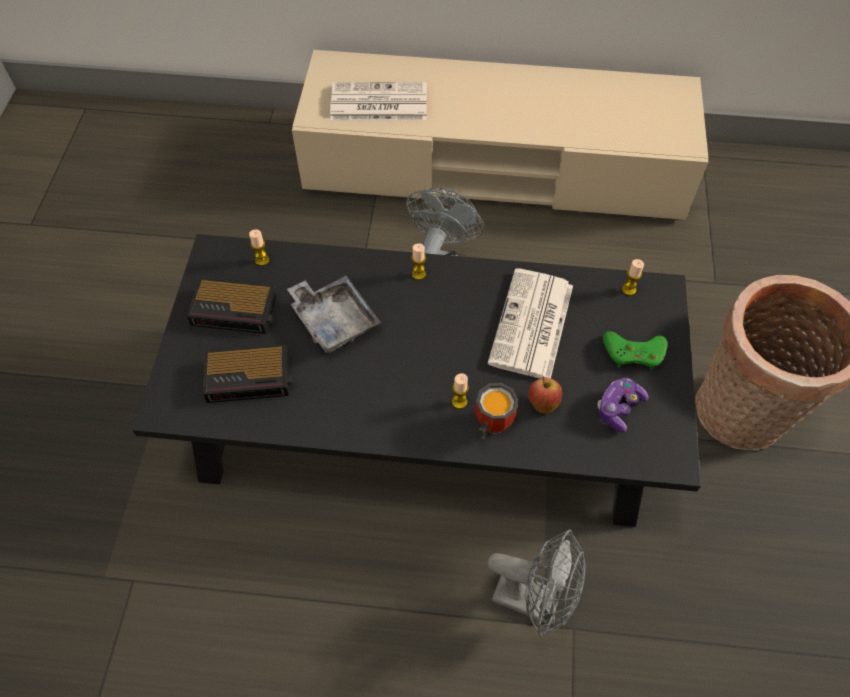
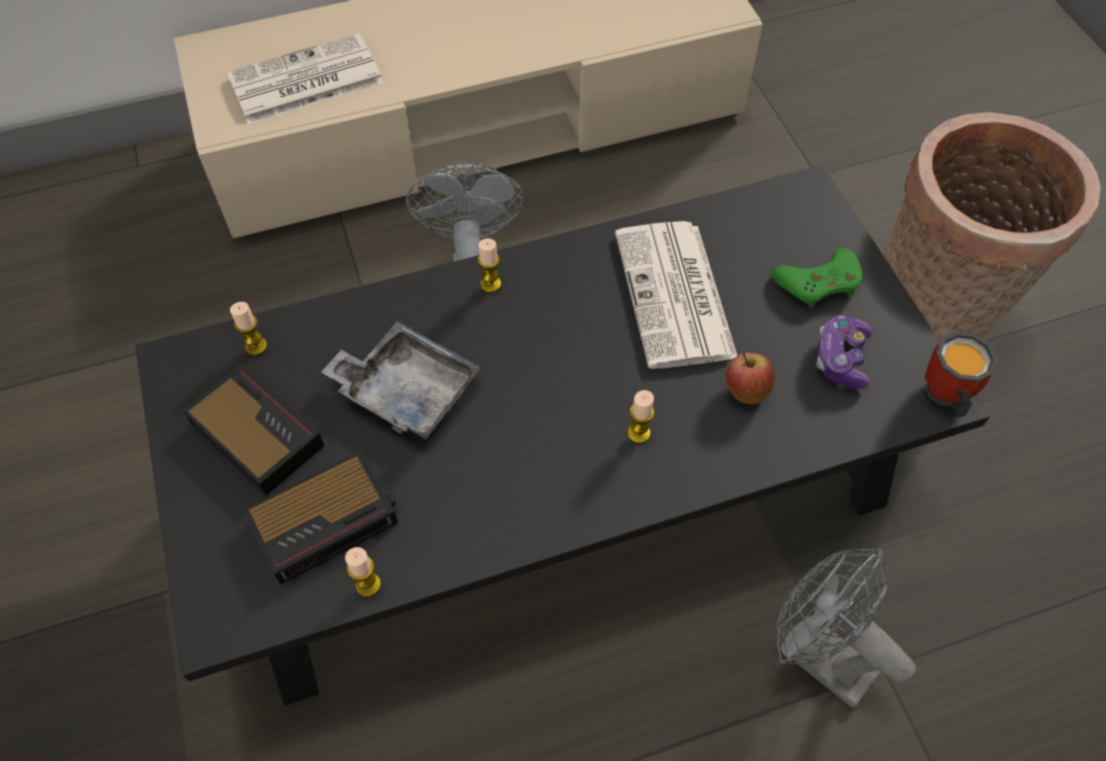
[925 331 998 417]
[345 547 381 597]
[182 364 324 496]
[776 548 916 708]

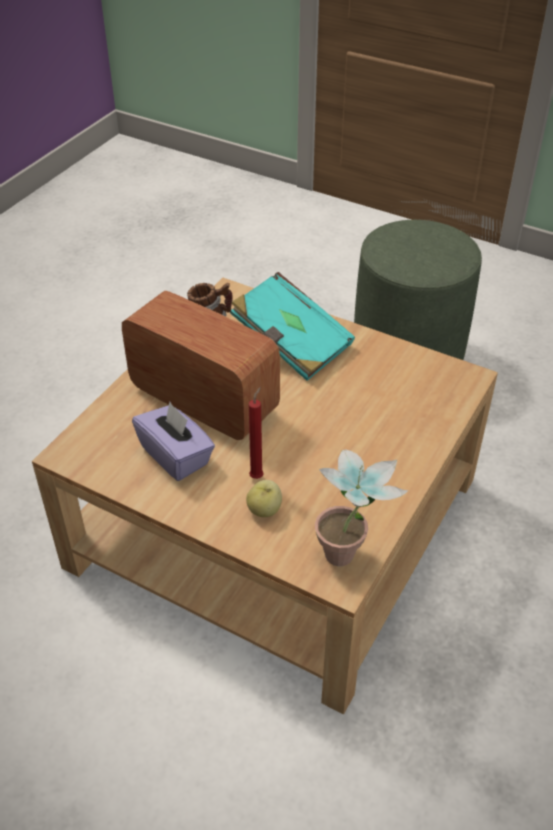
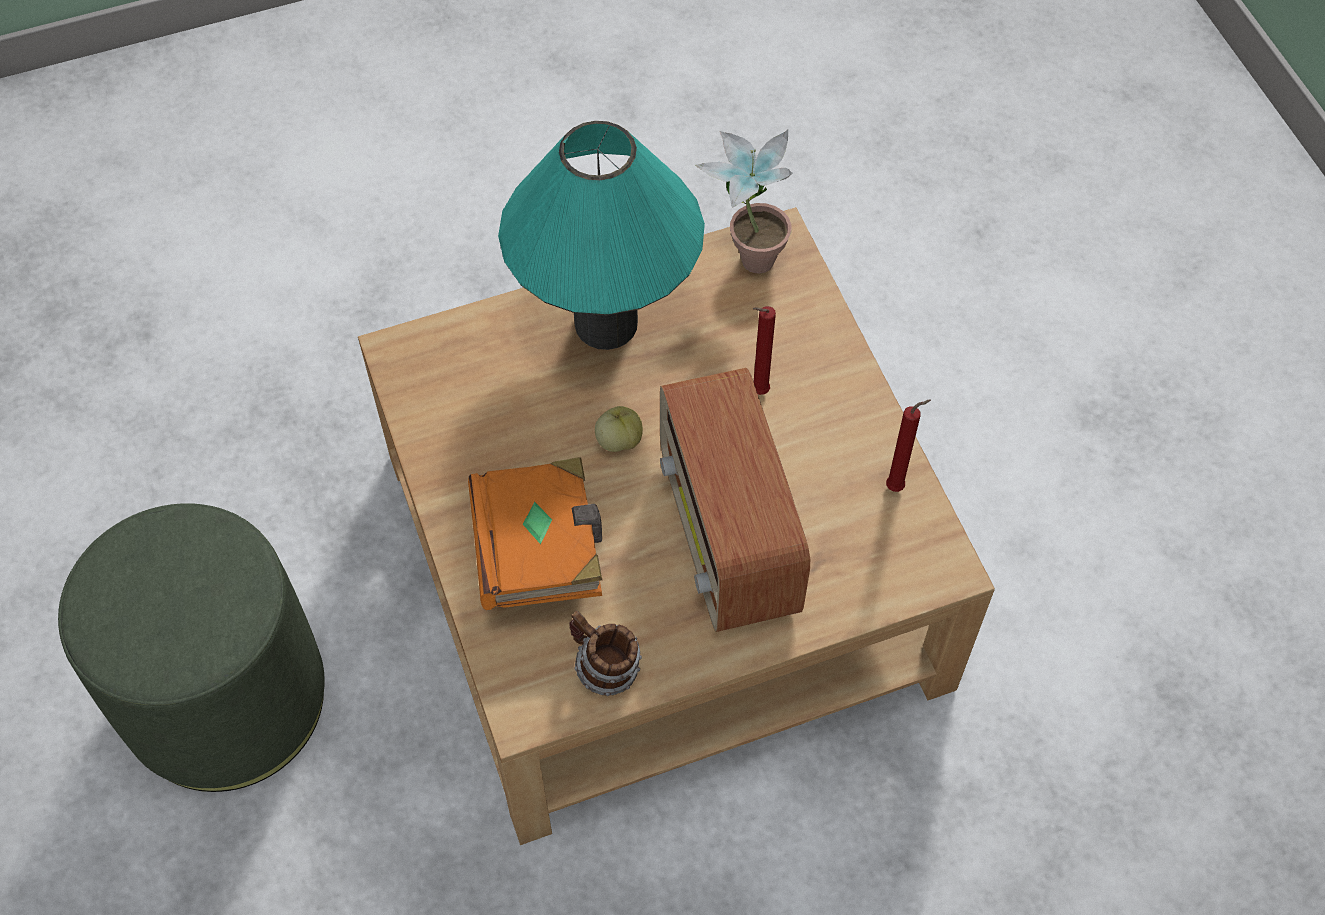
[132 402 215 481] (first image)
[498 121 705 350]
[886 399 931 492]
[595 406 643 452]
[468 457 602 610]

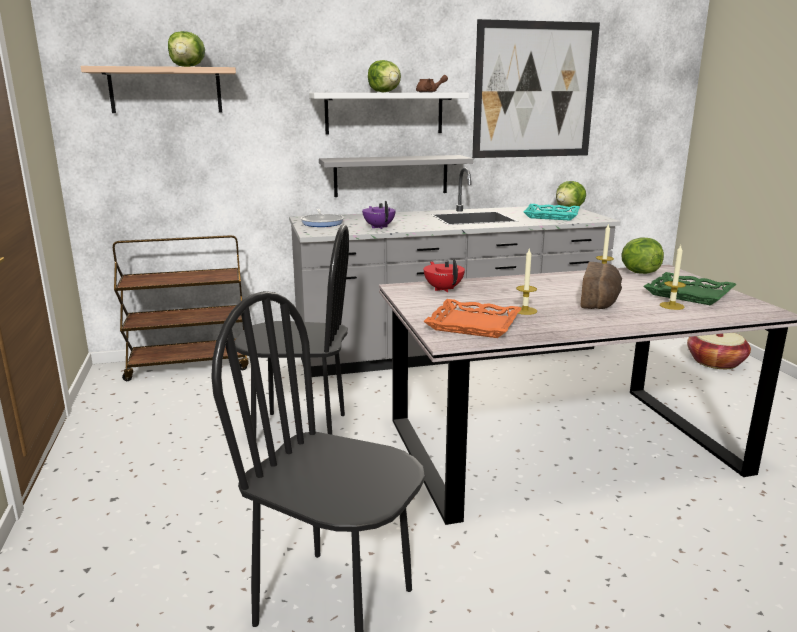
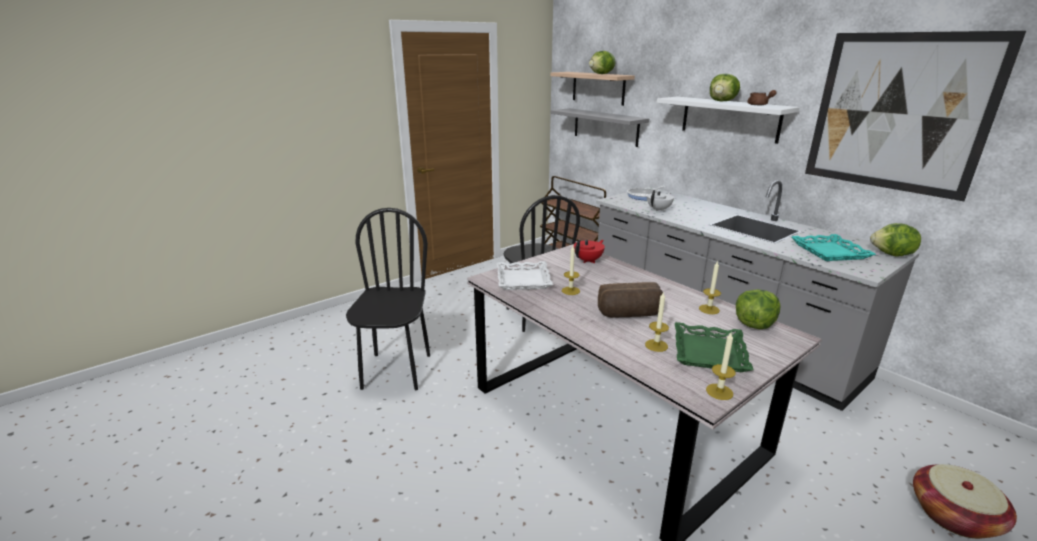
[706 333 736 400]
[551 108 649 147]
[647 190 674 212]
[497 261 553 290]

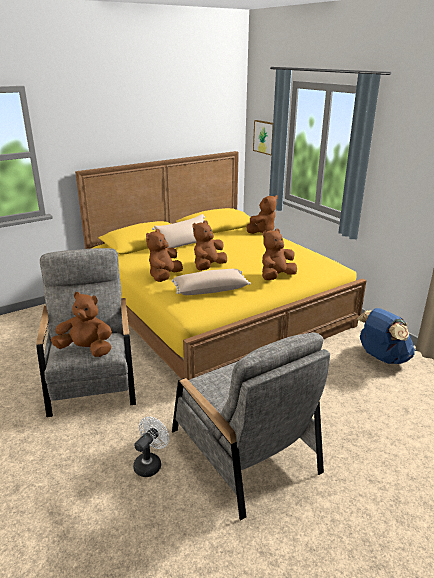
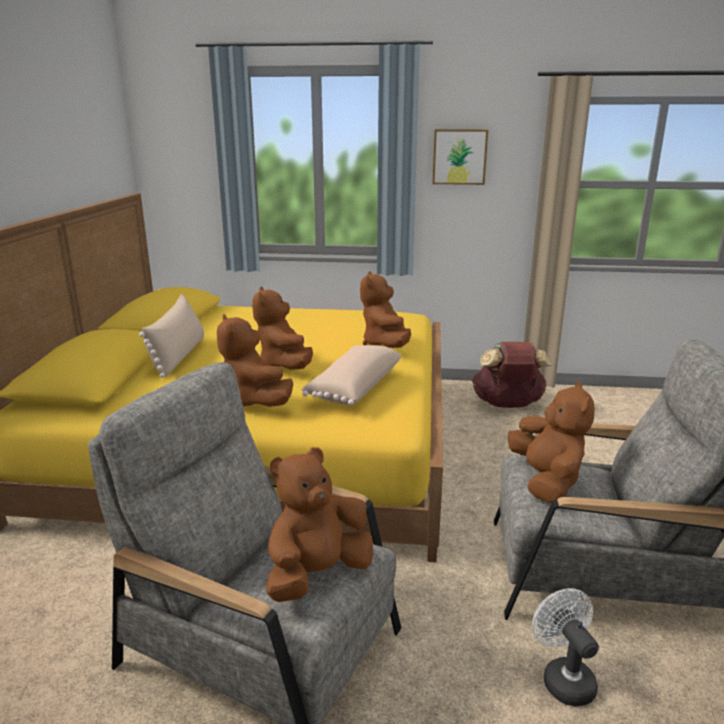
[508 381 595 503]
[433 129 488 185]
[472 342 552 408]

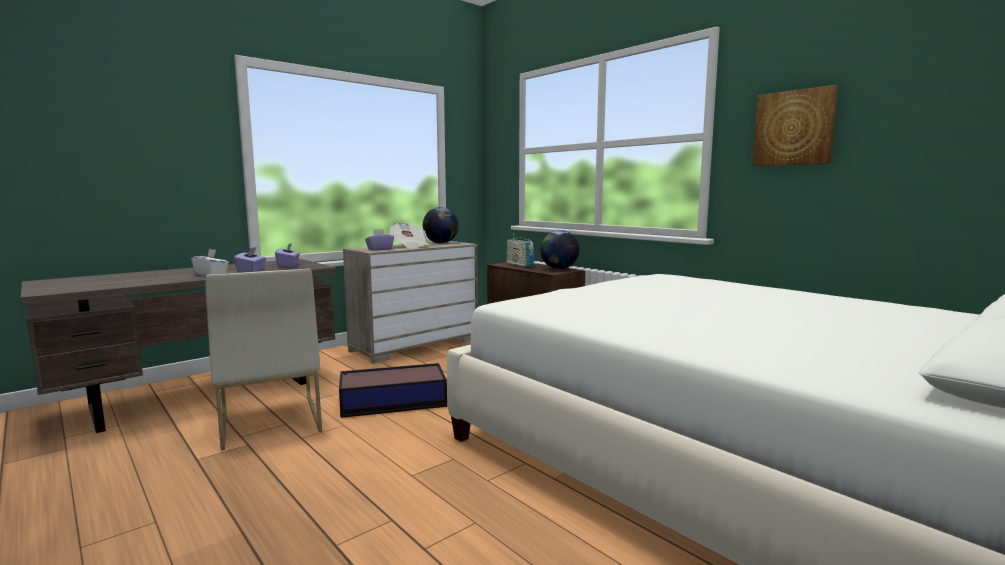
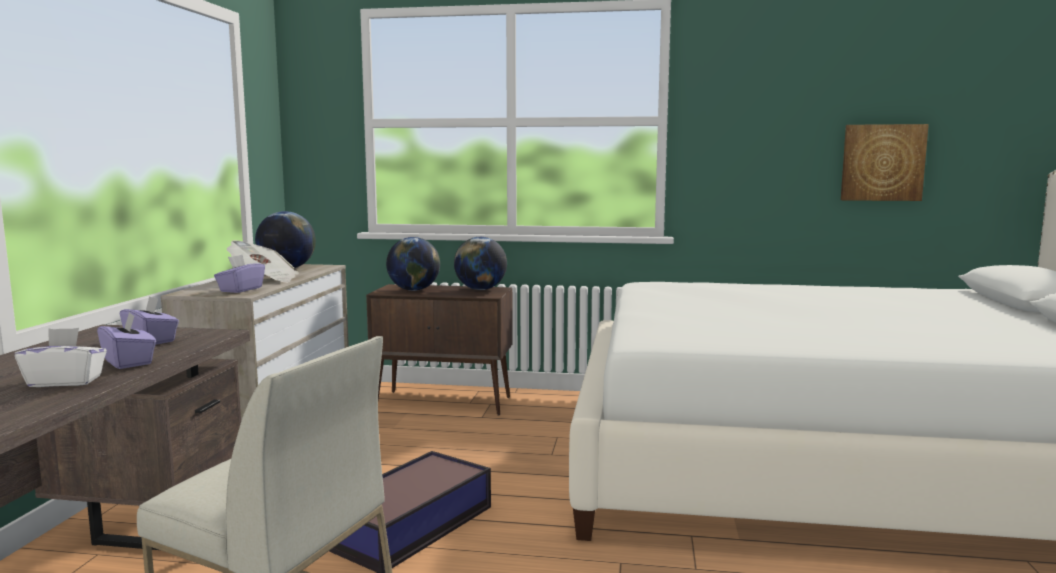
[841 124 929 201]
[386 237 440 291]

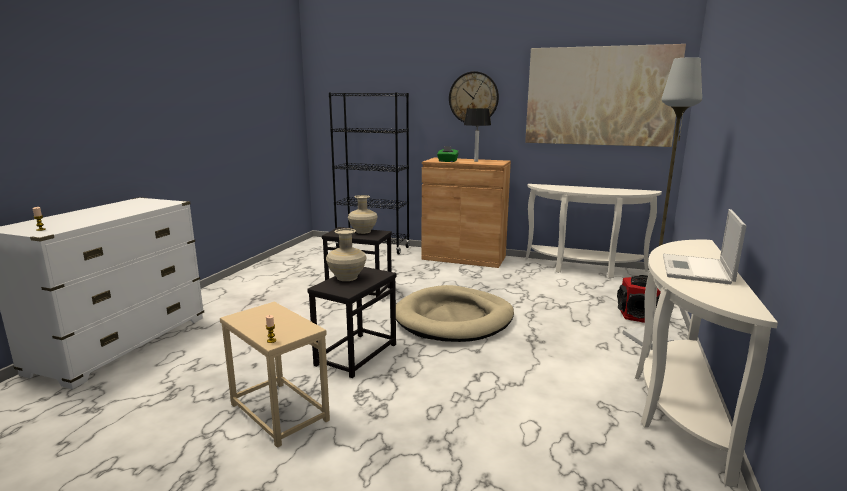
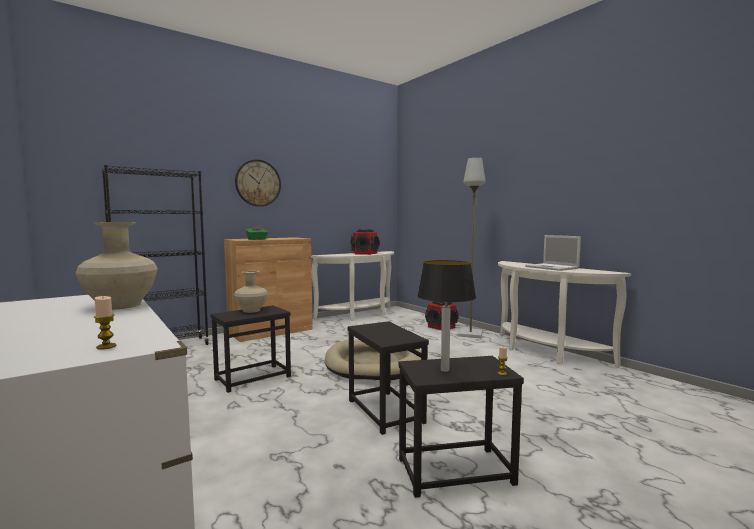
[525 44 686 147] (first image)
[351 229 380 255]
[76 222 158 310]
[417 260 476 372]
[398 356 524 498]

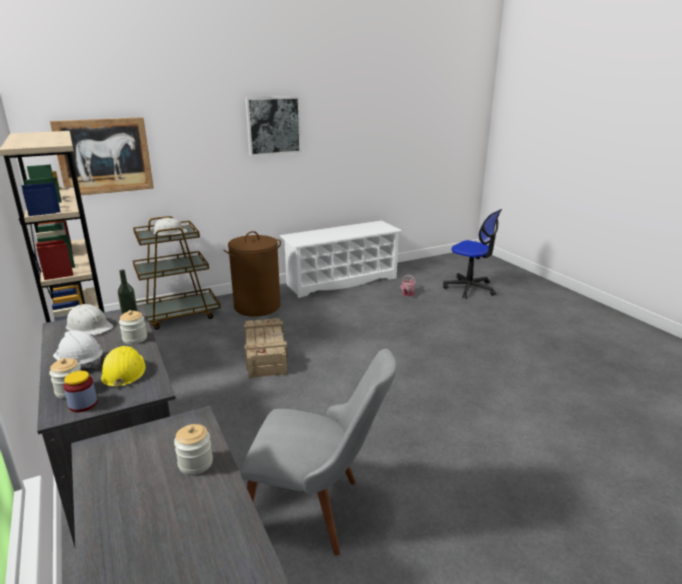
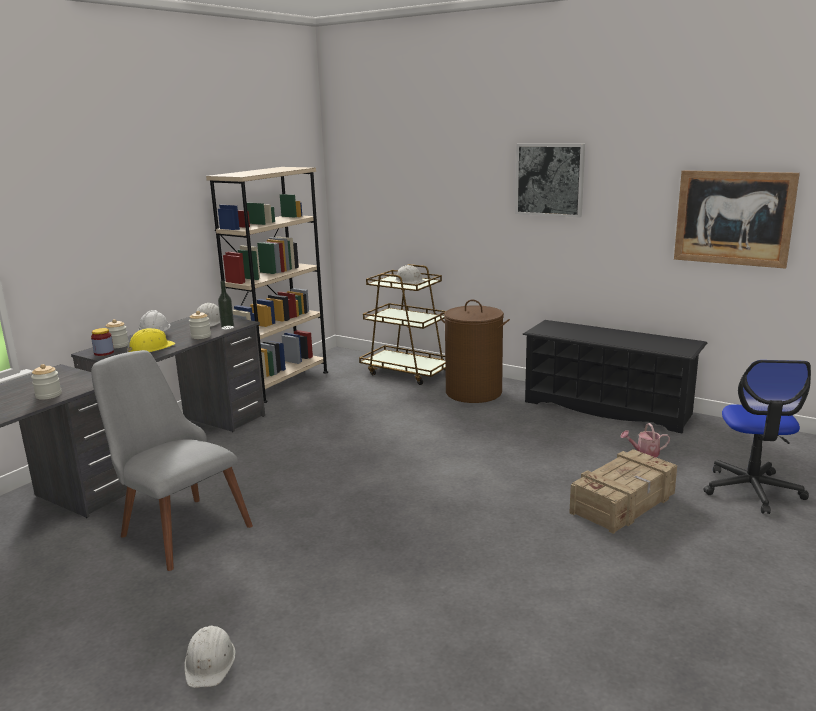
[184 626 236 688]
[674 171 800 269]
[569 449 677 534]
[522 320 707 434]
[91 350 253 571]

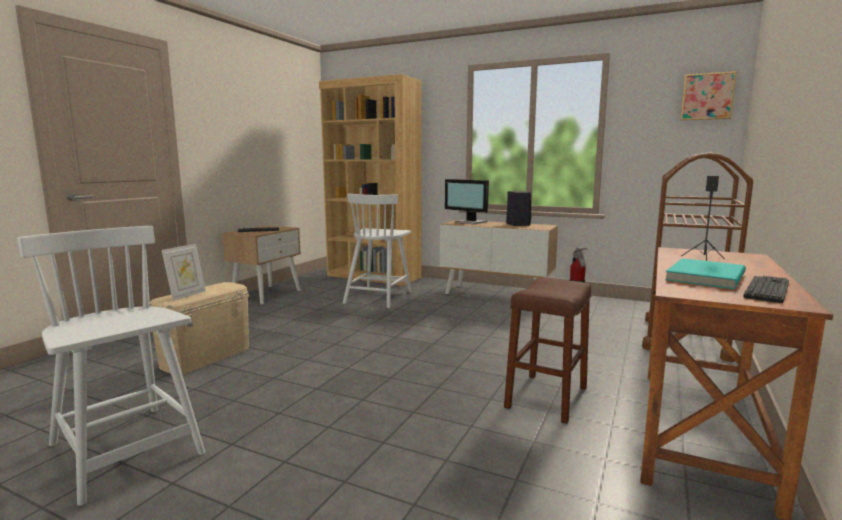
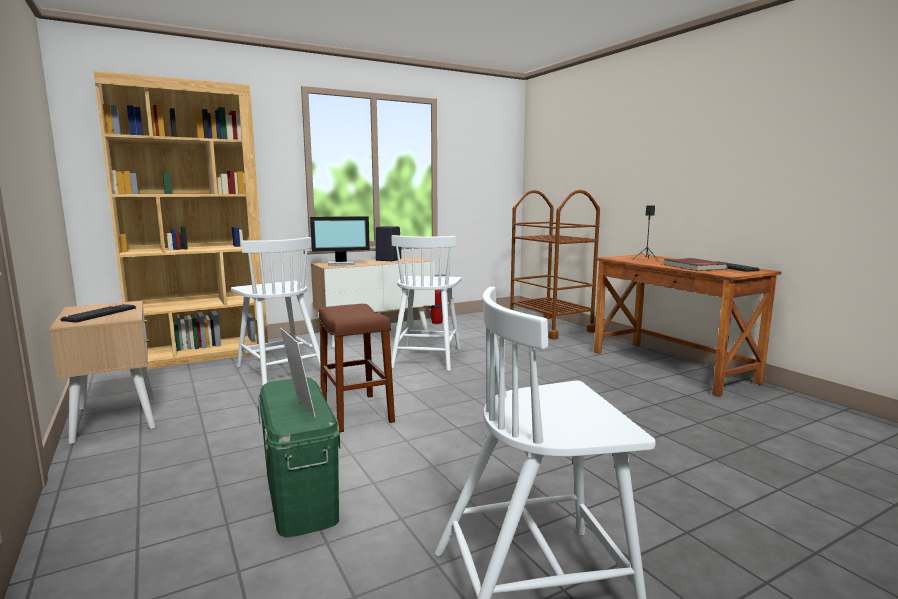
[681 71 737 120] (first image)
[391 235 462 371]
[318 304 395 432]
[258 377 340 538]
[663 258 728 271]

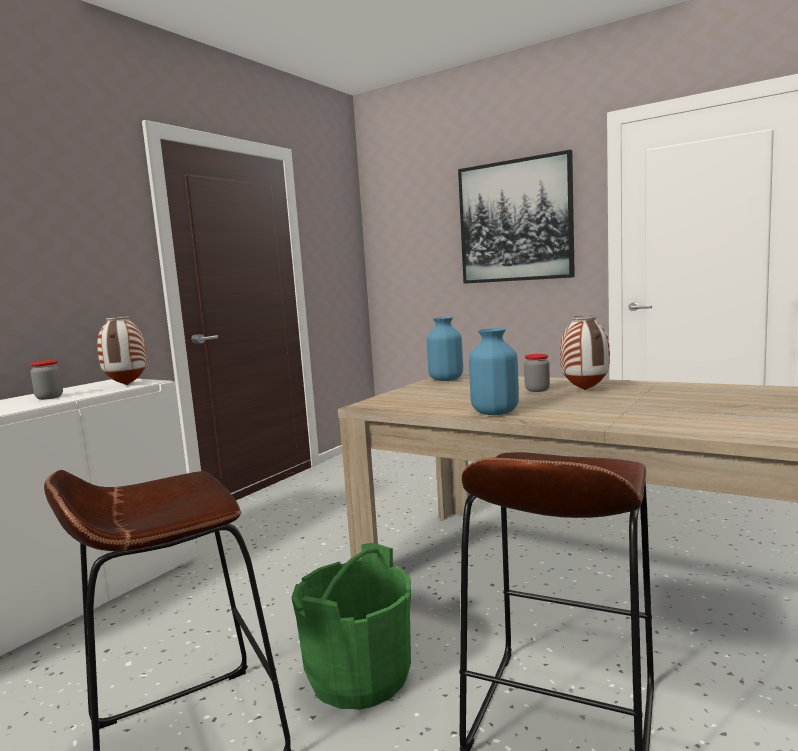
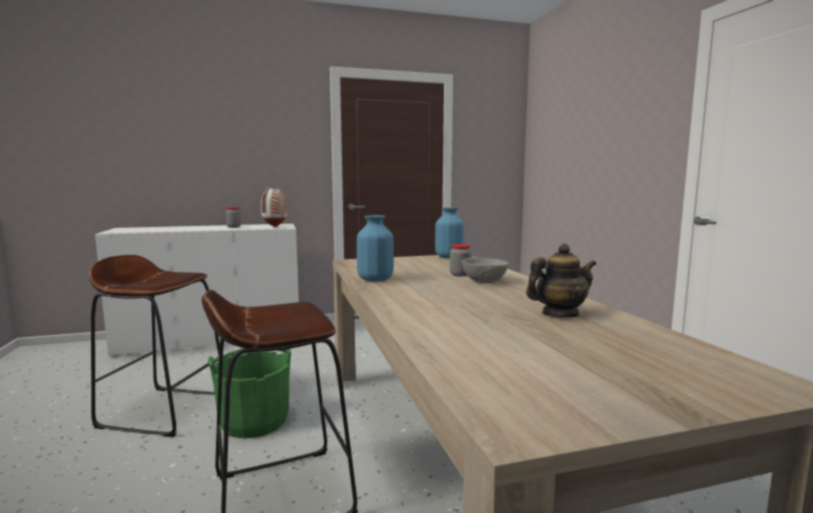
[458 150 575 284] (first image)
[526 243 596 318]
[461 258 509 283]

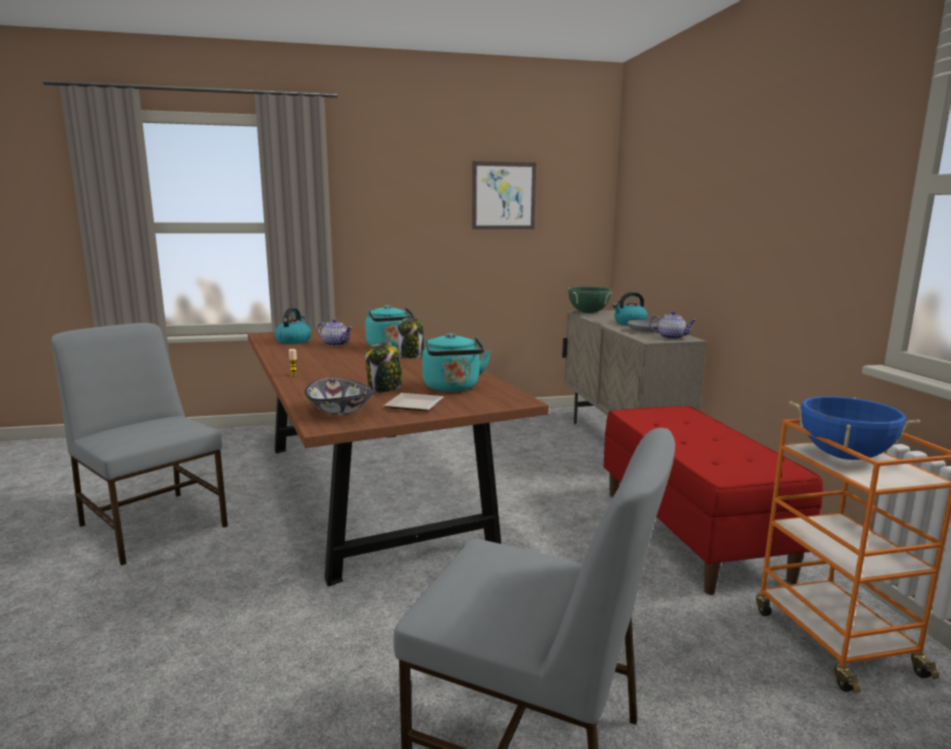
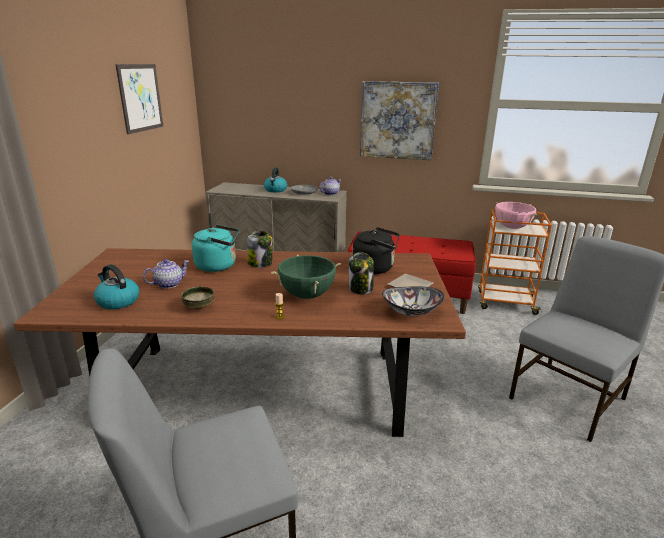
[181 286 215 310]
[360 81 439 160]
[271 254 341 299]
[352 227 399 274]
[495 202 537 229]

